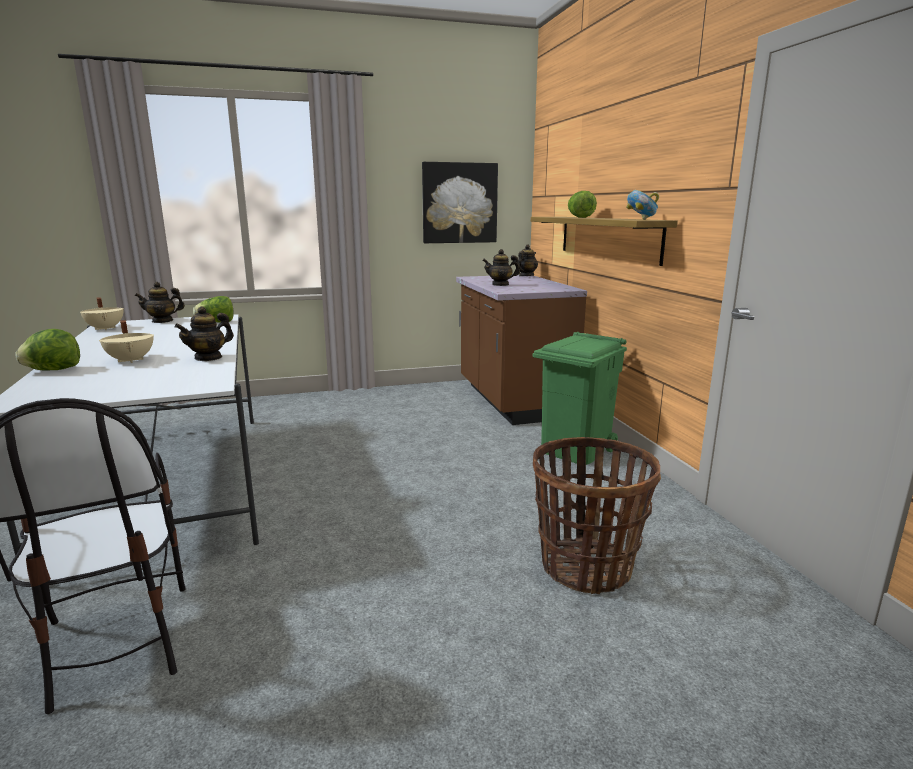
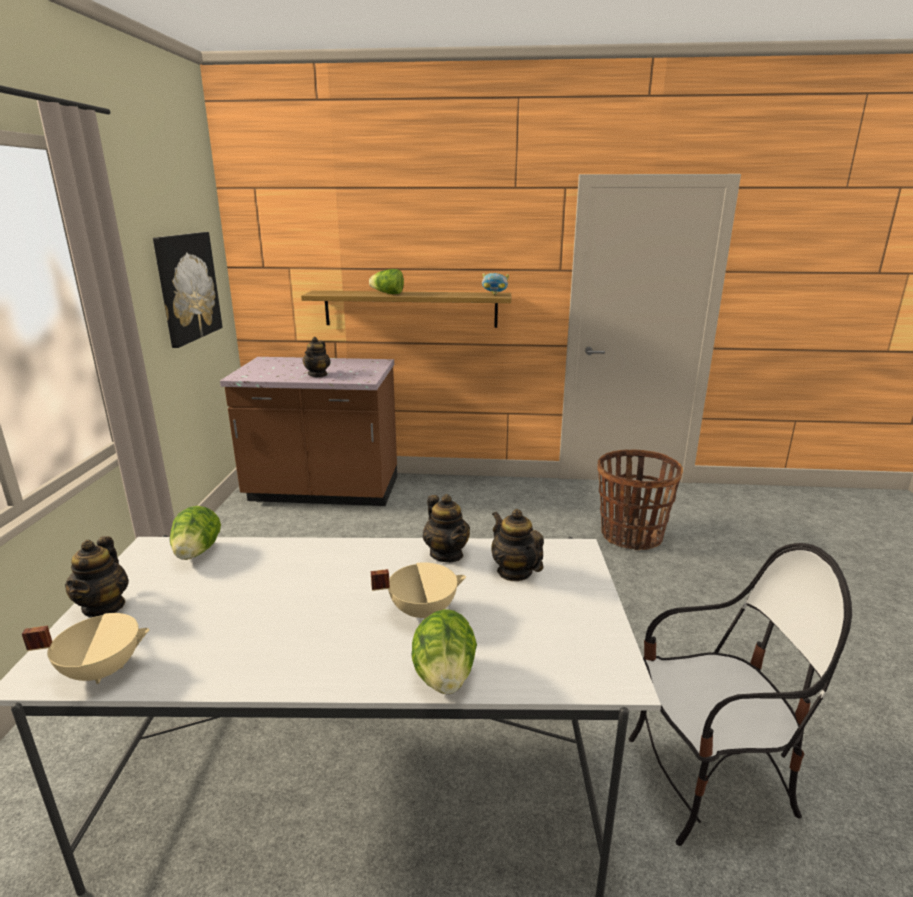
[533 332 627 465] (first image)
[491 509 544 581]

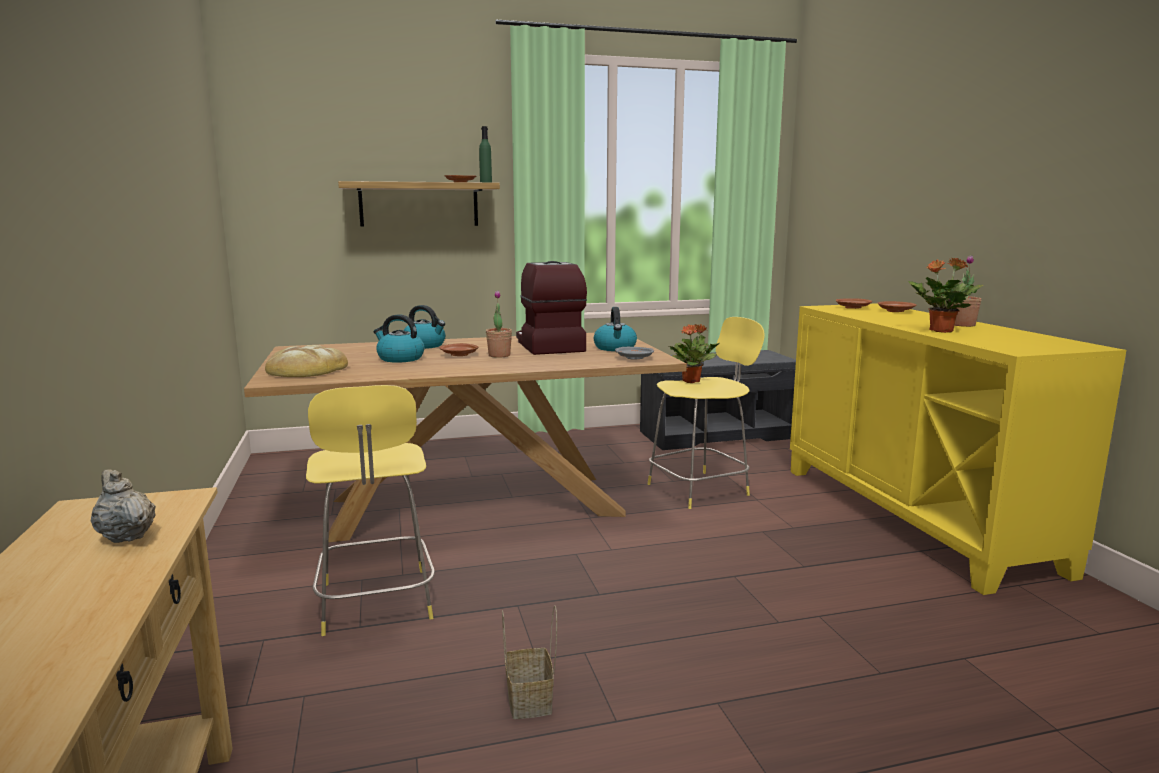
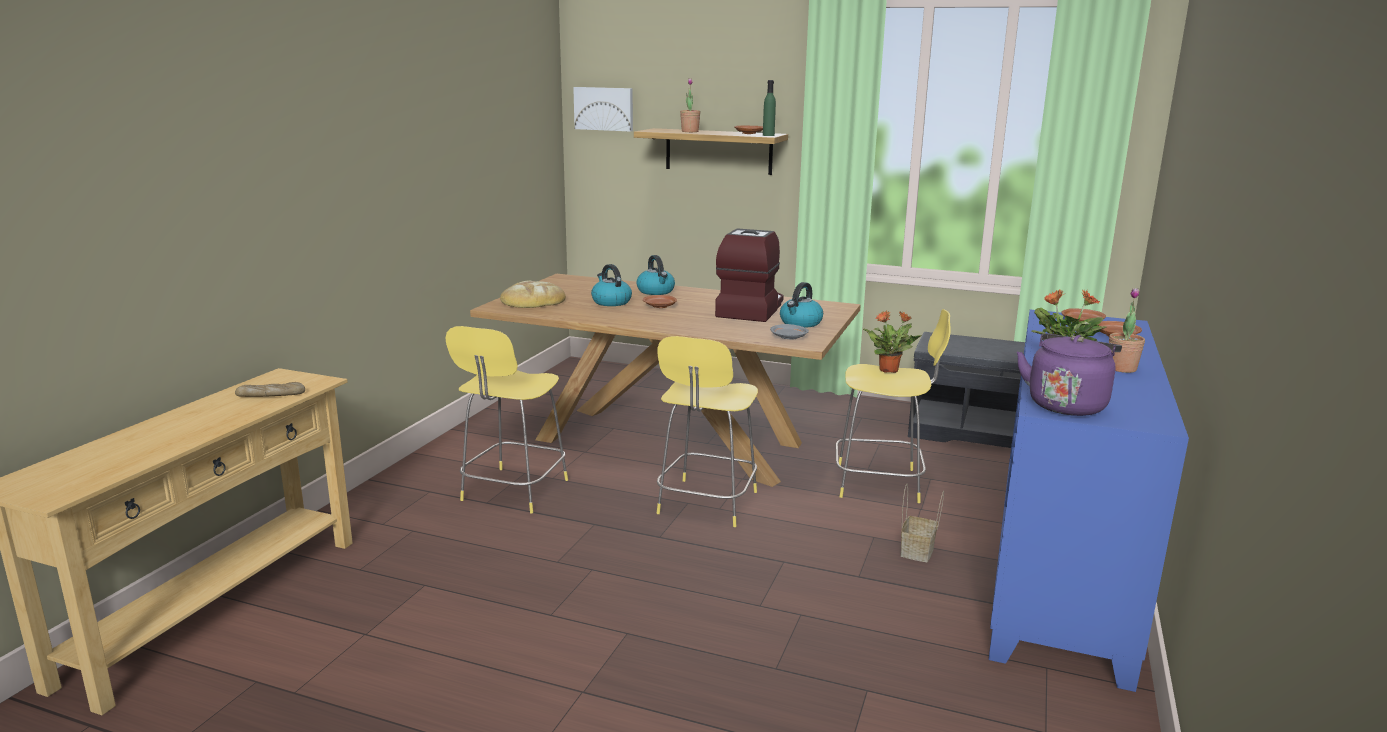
[573 87 633 132]
[656 336 758 527]
[1017 333 1122 416]
[680 79 701 132]
[900 484 944 562]
[235 382 305 397]
[989 310 1189 692]

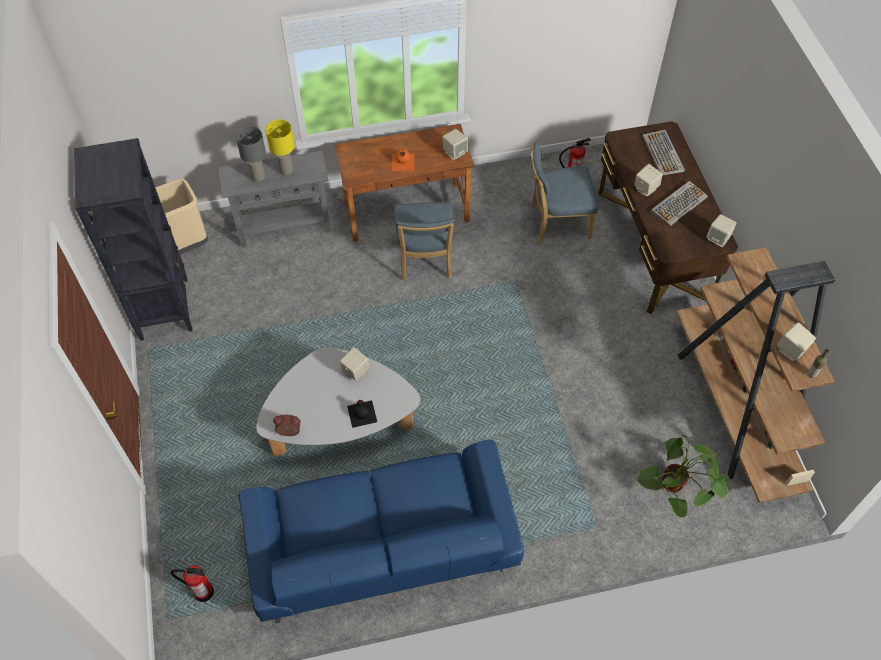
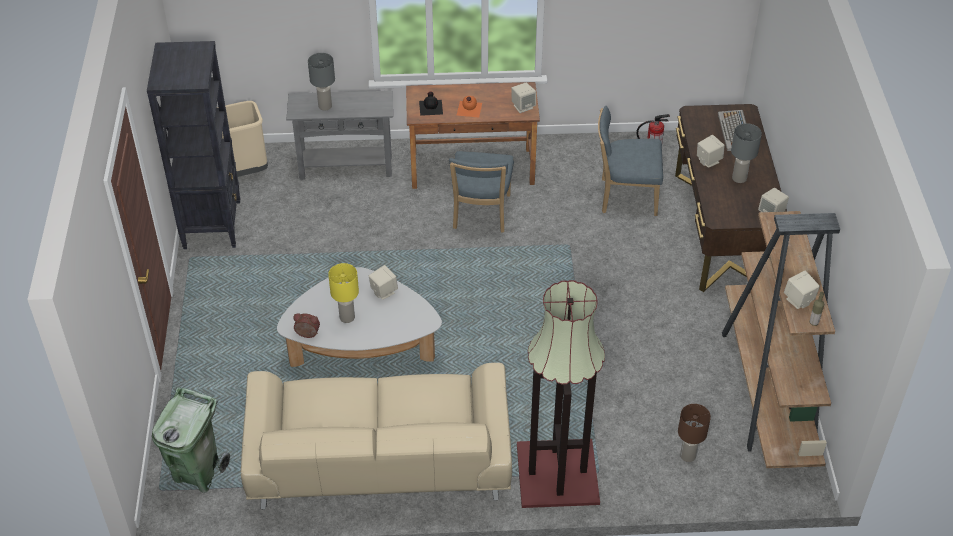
[517 280 605 508]
[328 263 359 323]
[419 92 443 116]
[152 387 230 493]
[678 404 711 462]
[731 123 762 183]
[241 363 512 510]

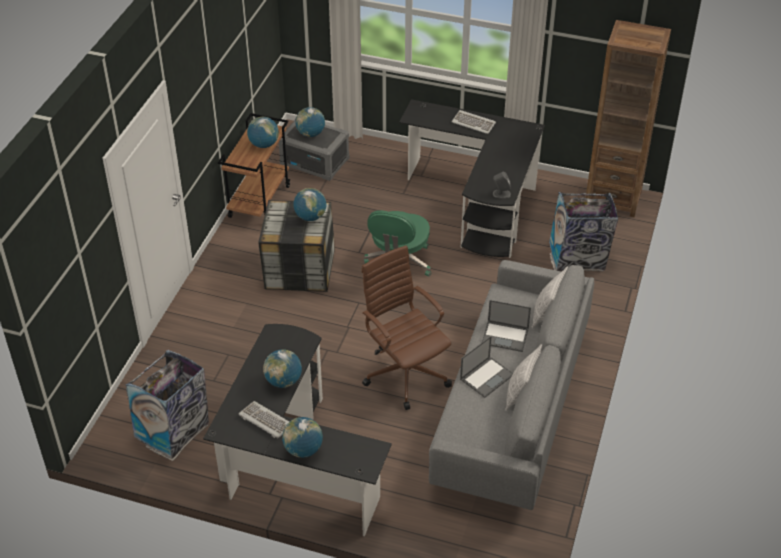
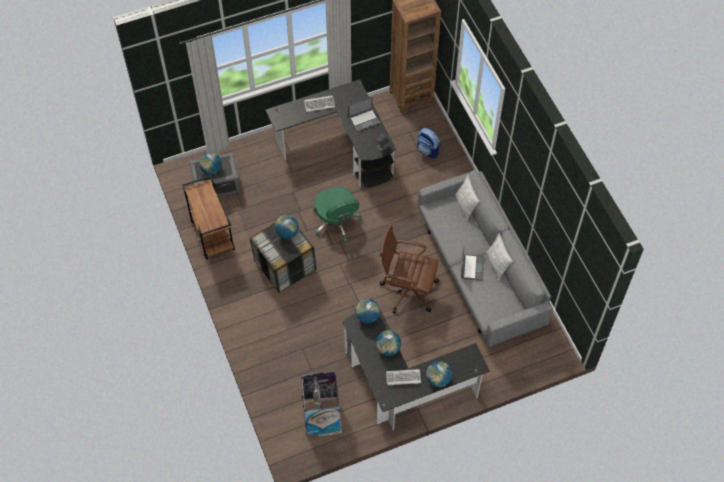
[355 299 380 324]
[348 97 381 132]
[417 128 441 159]

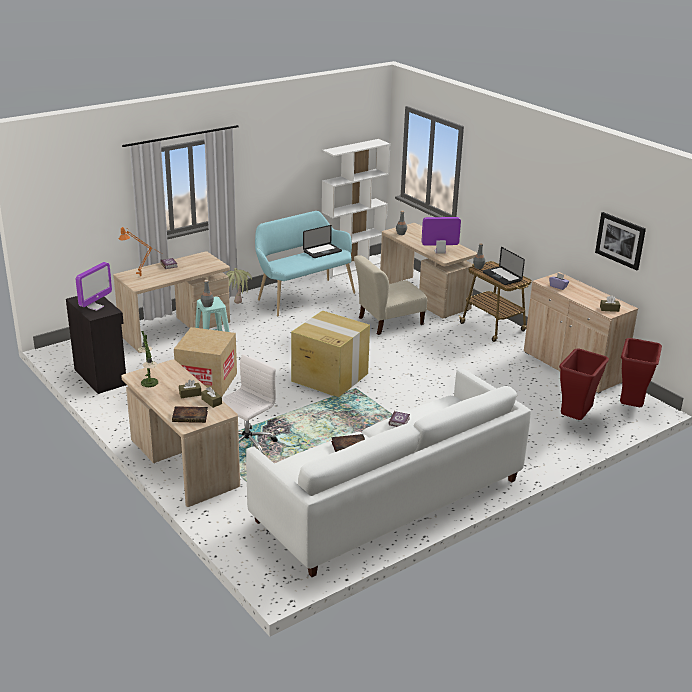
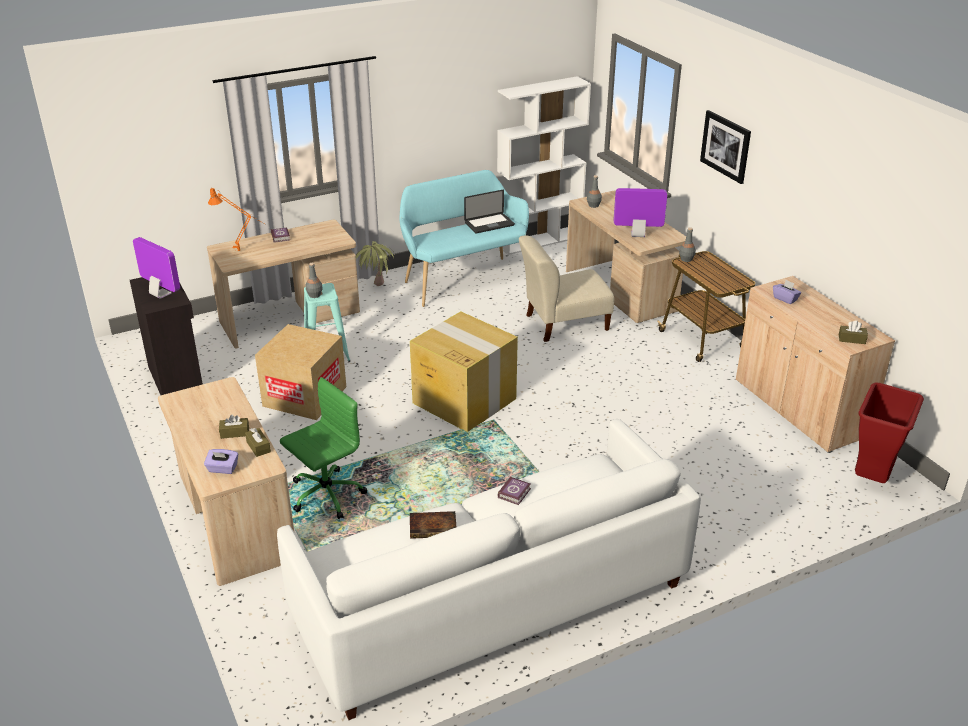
[138 331 158 387] (first image)
[483 247 525 285] (first image)
[559 348 609 420] (first image)
[700 110 751 184]
[204 449 238 474]
[280 377 367 519]
[133 237 180 299]

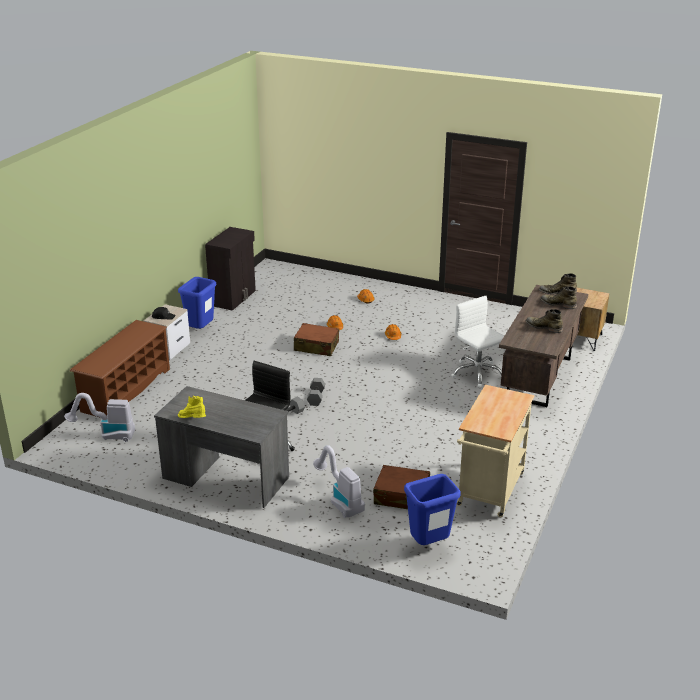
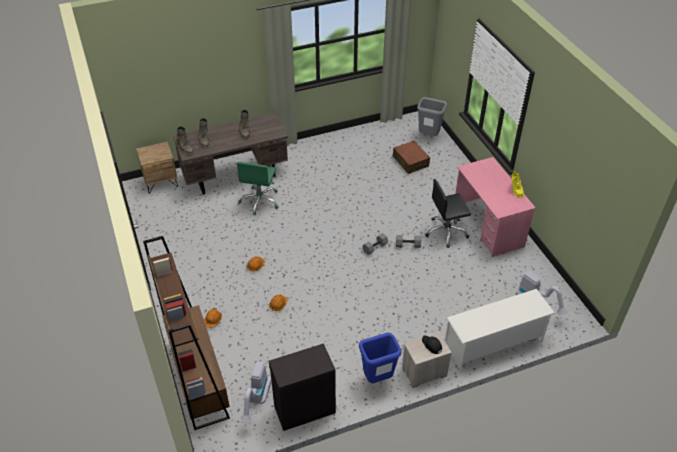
[294 323 339 356] (first image)
[456 385 534 517] (first image)
[143 236 230 430]
[240 362 271 423]
[445 289 555 369]
[455 157 536 257]
[417 97 447 136]
[237 162 279 216]

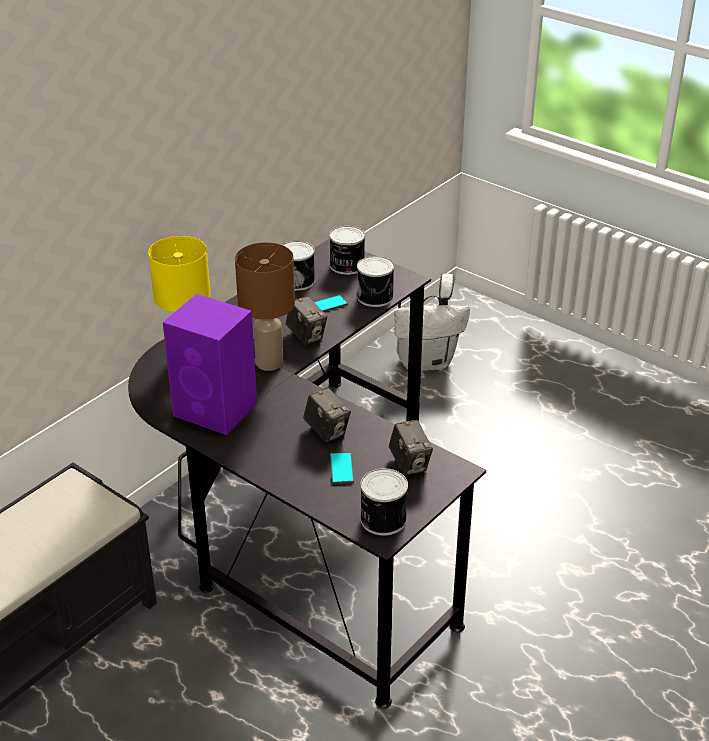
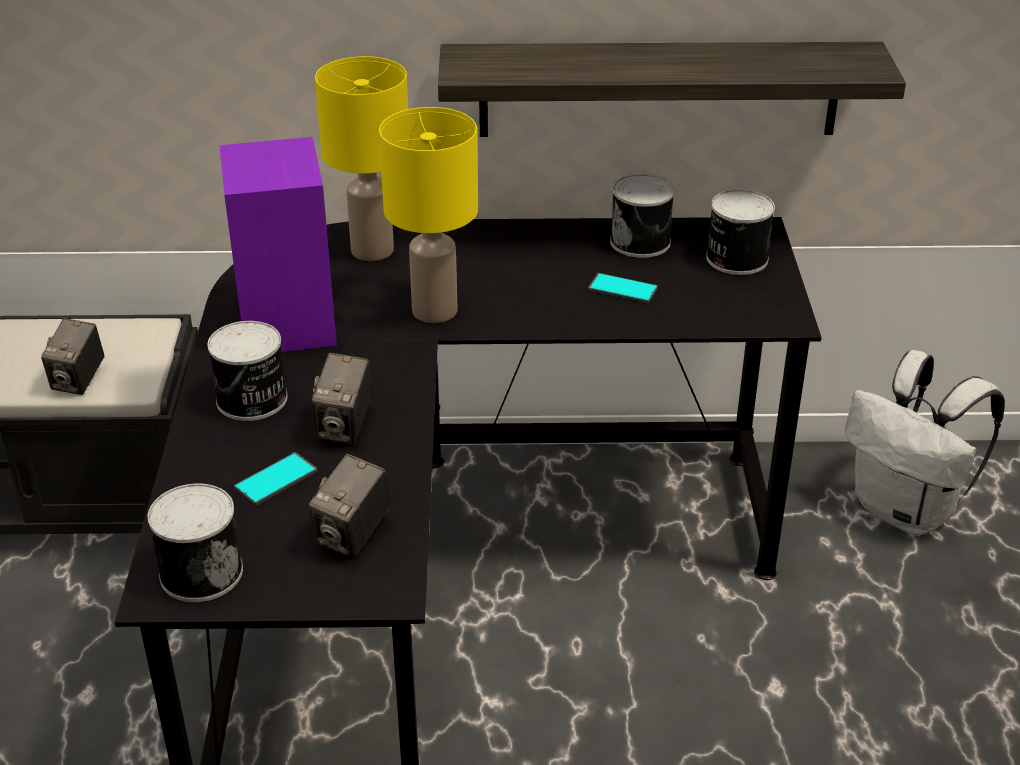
[438 42 906 137]
[41 318 105 395]
[207 321 288 421]
[379 107 478 323]

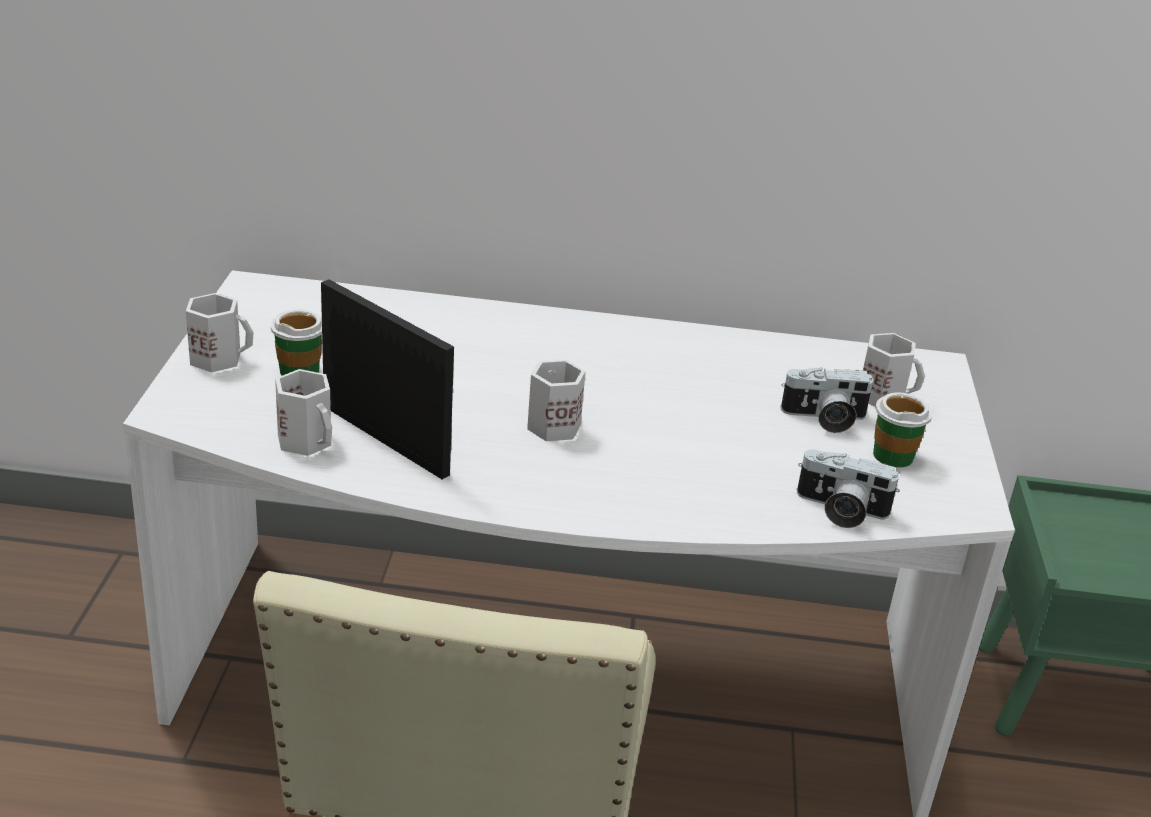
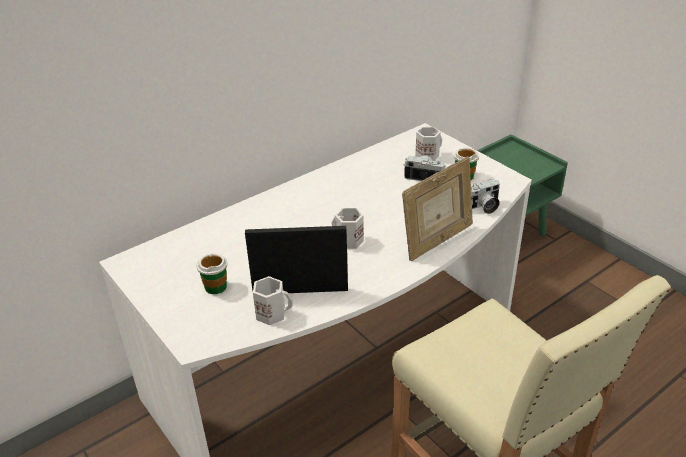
[186 293 254 372] (first image)
[402 156 473 261]
[403 156 446 181]

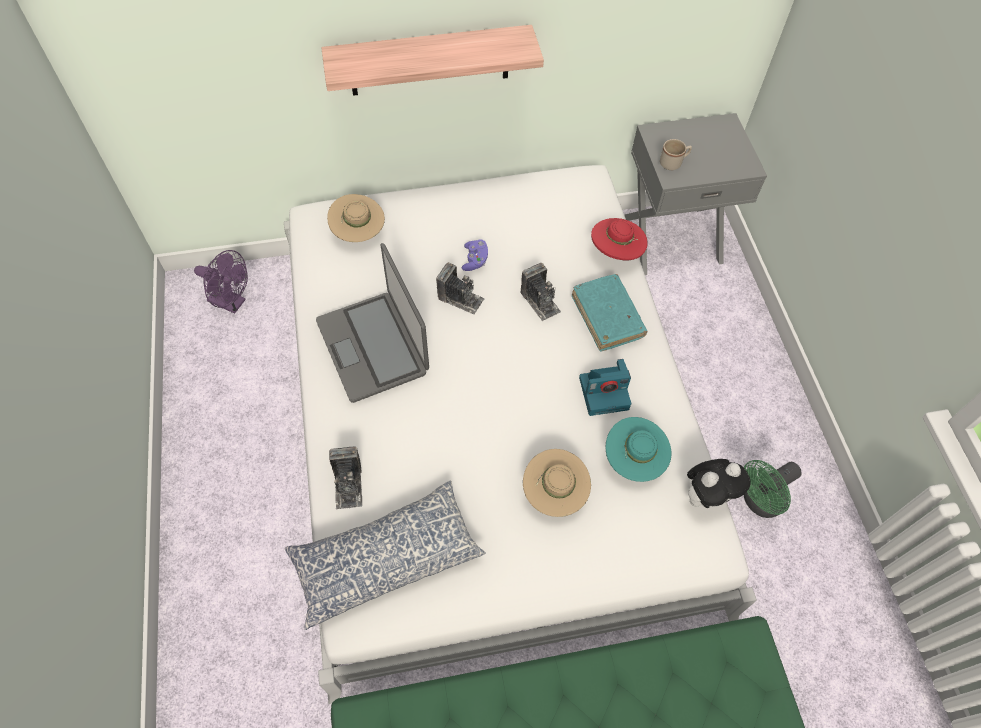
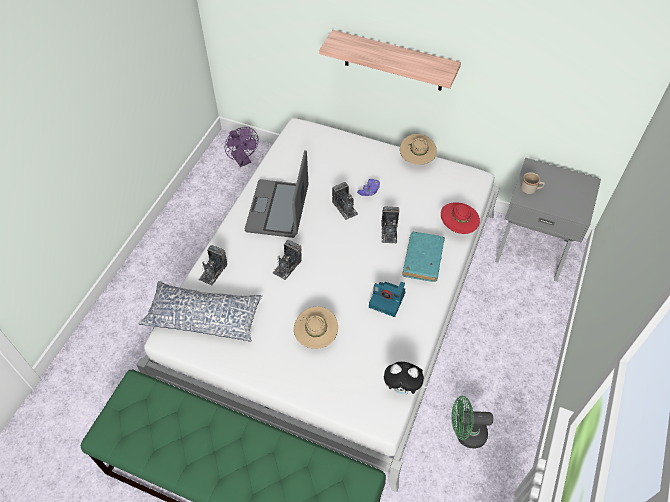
[605 417 671 482] (first image)
[272 240 302 280]
[400 134 437 165]

